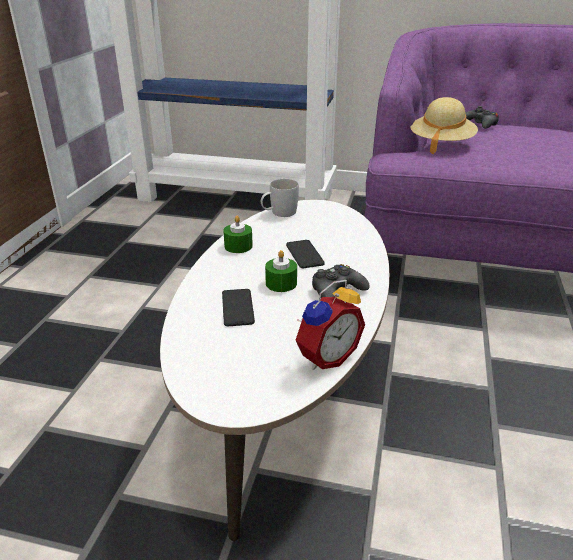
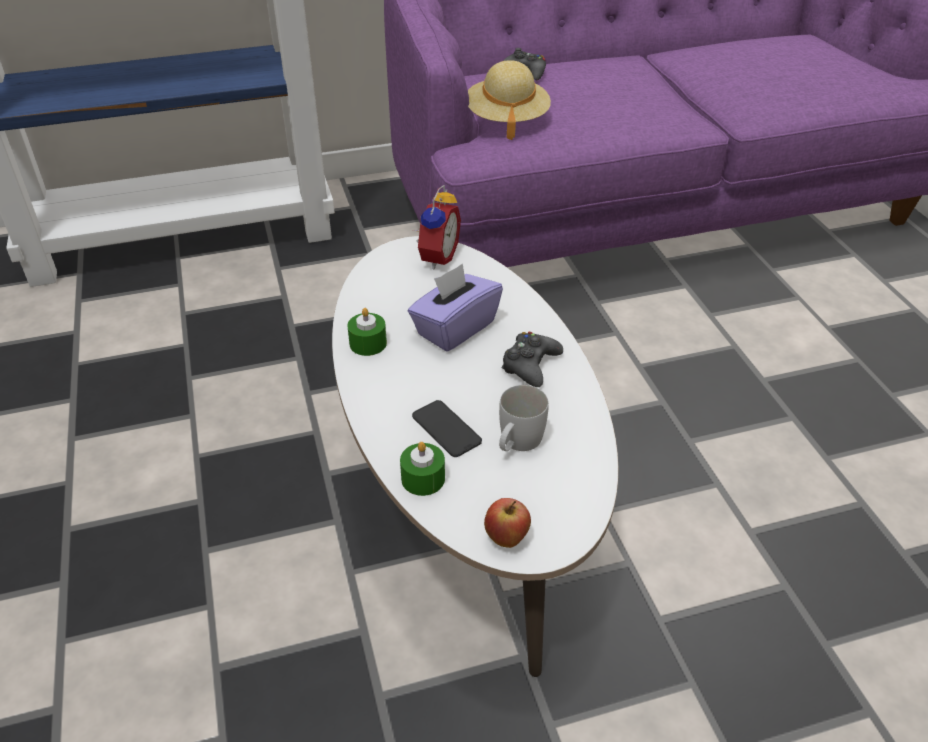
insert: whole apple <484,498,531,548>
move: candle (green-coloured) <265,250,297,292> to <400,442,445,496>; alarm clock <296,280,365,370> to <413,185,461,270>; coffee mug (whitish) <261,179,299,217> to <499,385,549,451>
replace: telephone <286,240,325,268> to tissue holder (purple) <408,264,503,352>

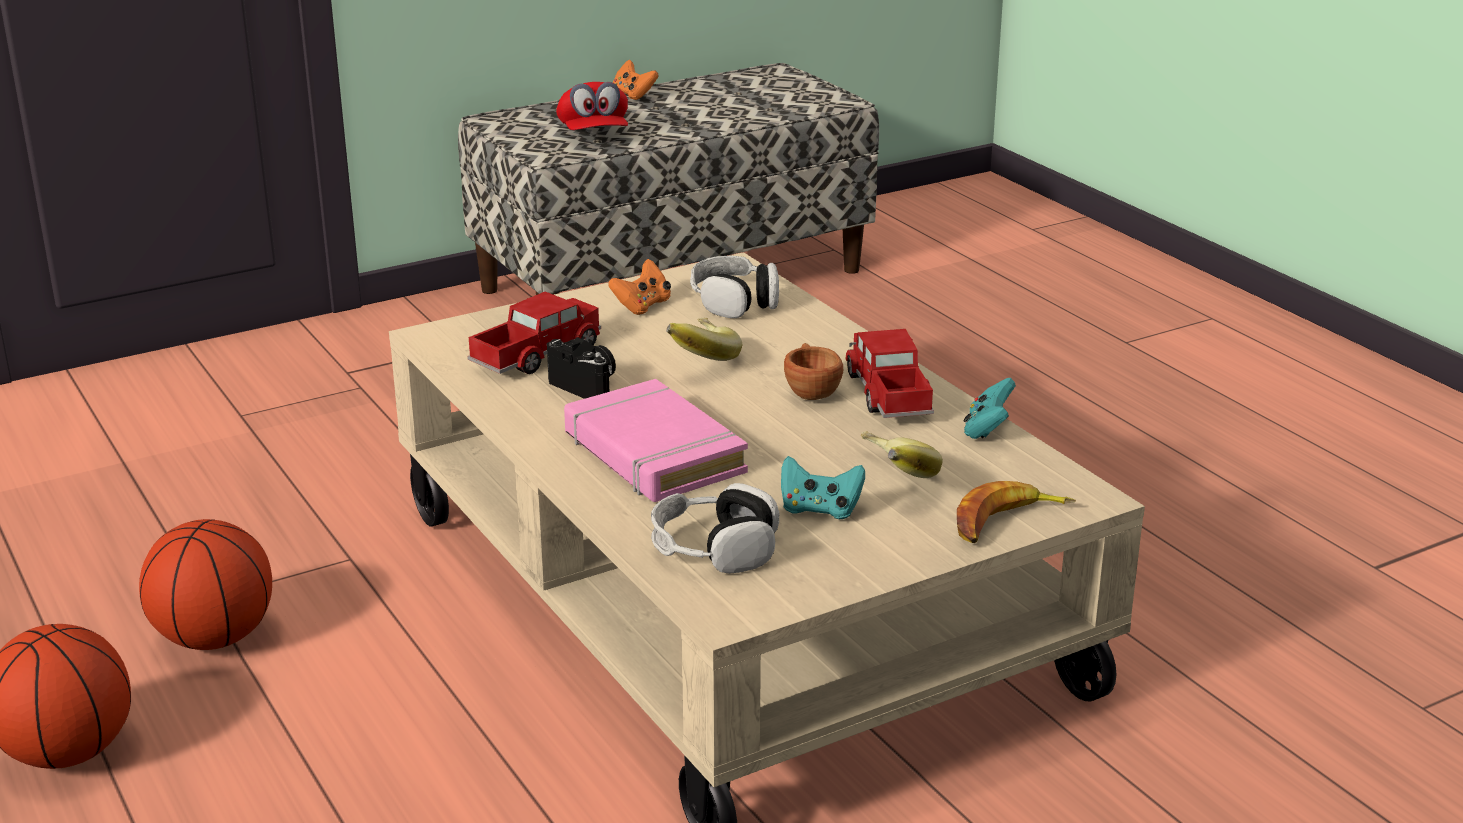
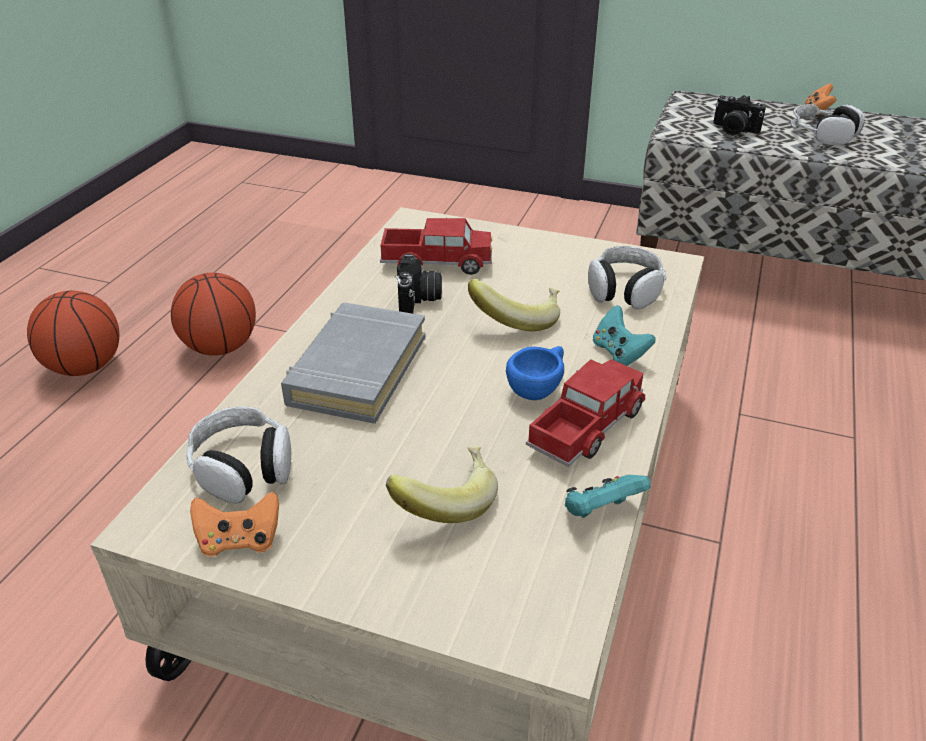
delete: banana <957,481,1076,543>
insert: headset <791,104,864,145>
move: joypad (orange-coloured) <608,259,671,315> to <190,491,279,557>; joypad (turquoise-coloured) <781,456,865,519> to <593,305,656,366>
replace: peaked cap (red-coloured) <556,82,628,130> to photo camera <713,95,766,135>
recolor: book (pink) <564,379,748,502> to book (gray) <281,303,425,424>; drinking cup (brown) <784,343,843,400> to drinking cup (bluish) <506,346,564,400>

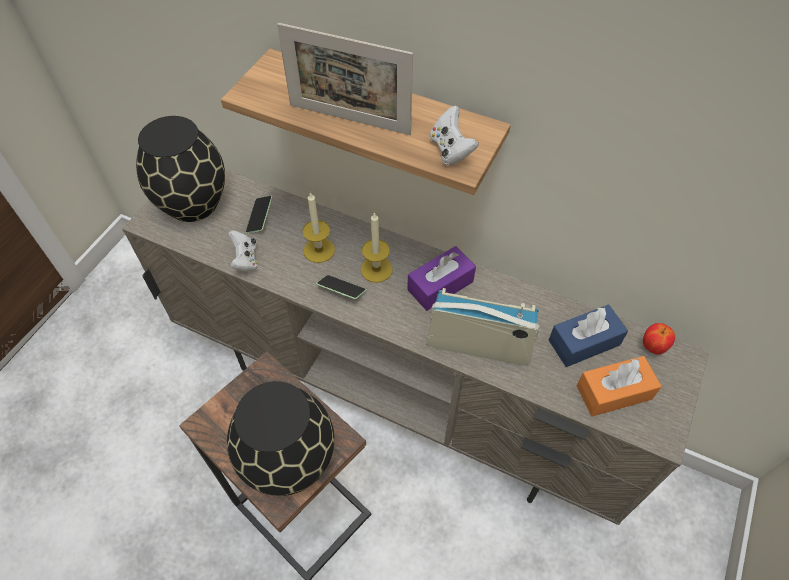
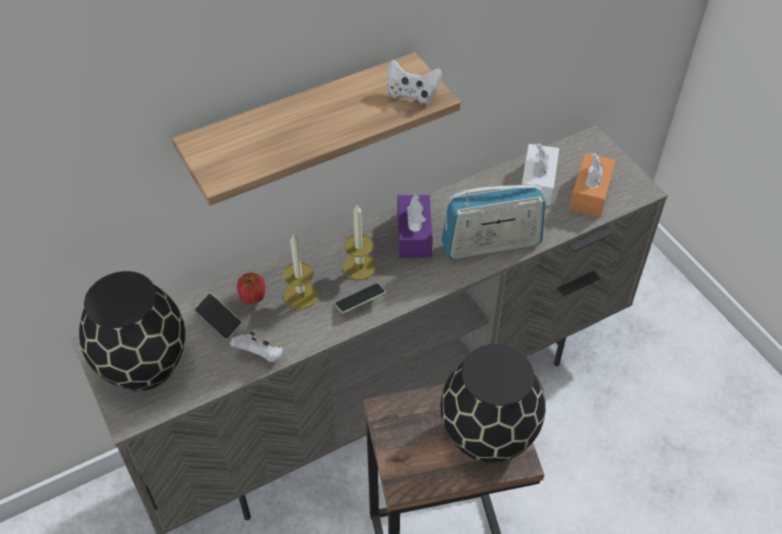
delete: photo frame <277,23,413,135>
move: whole apple <643,323,675,355> to <237,273,265,304>
recolor: tissue holder (bluish) <549,305,628,367> to tissue holder (whitish) <522,143,559,206>
rotate: radio receiver <426,288,540,365> = <441,184,545,260> 150 degrees counterclockwise

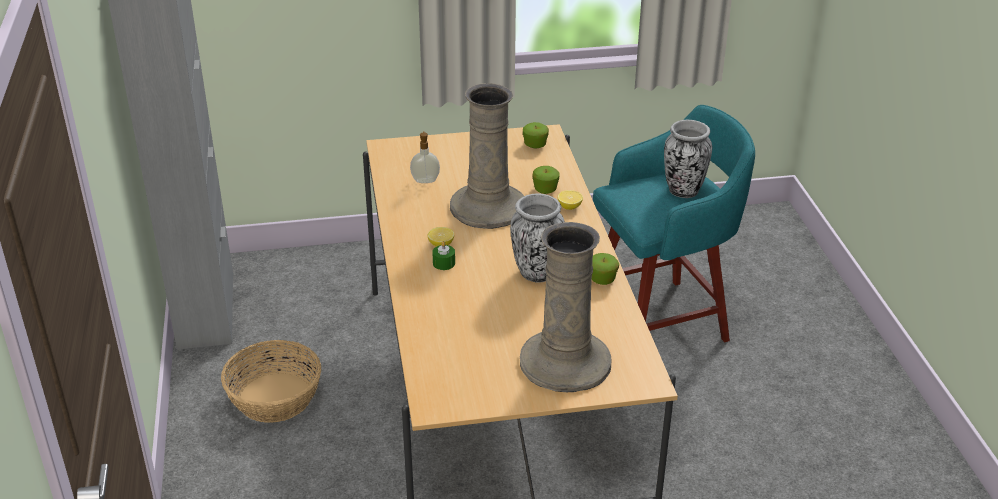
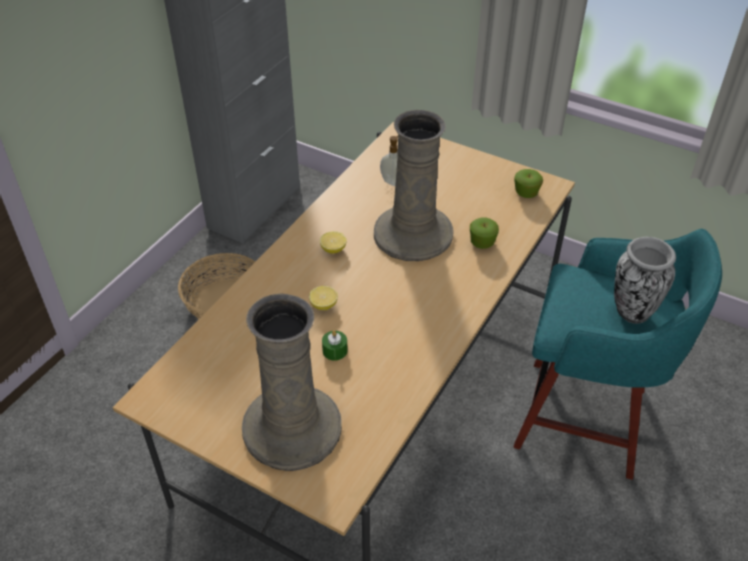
delete: flower vase <510,193,565,283>; whole apple <592,253,619,285>
move: whole lemon <558,190,583,210> to <309,286,338,310>; candle (green-coloured) <432,241,455,270> to <322,331,348,361>

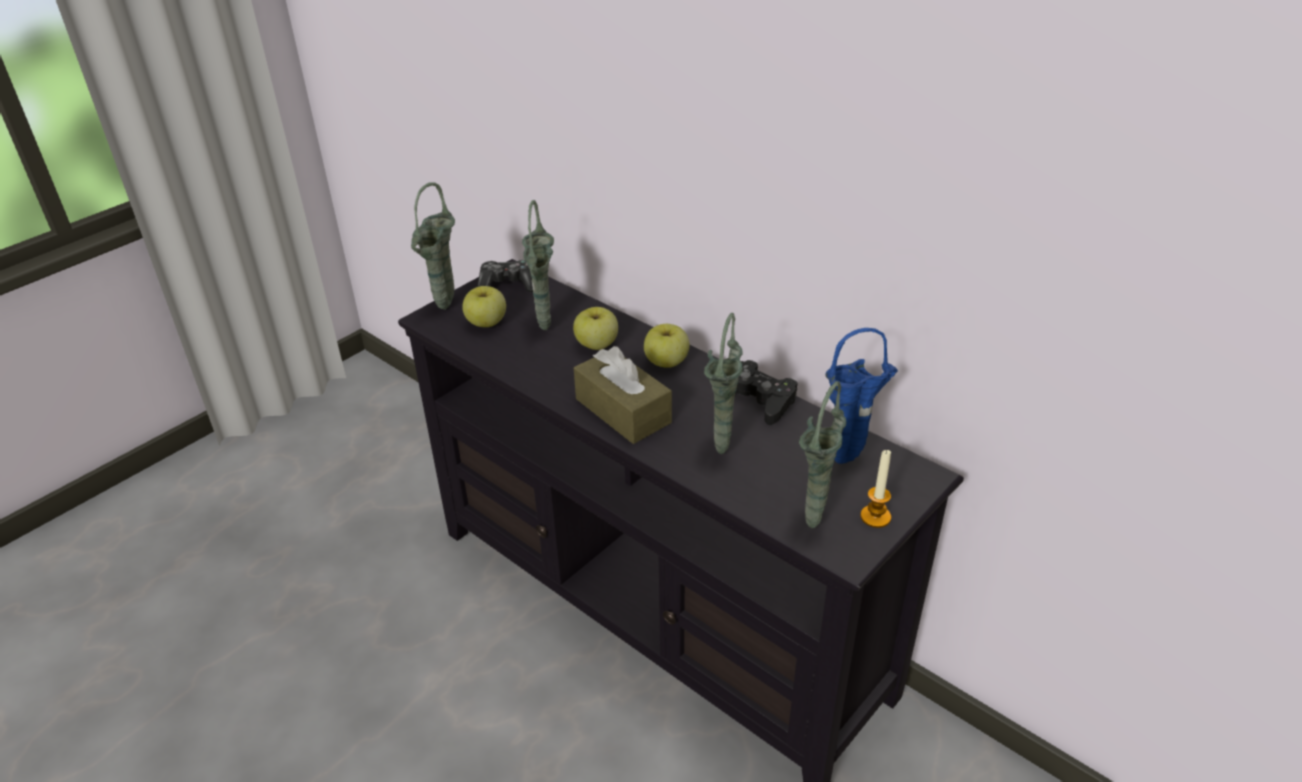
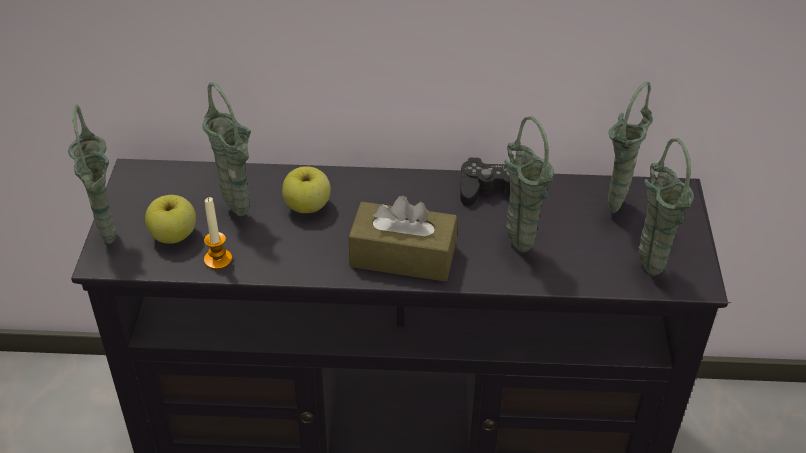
delete: joypad <477,260,533,292>; whole apple <644,324,689,368>
move: candle <860,450,891,528> to <204,197,232,270>
recolor: flower vase (bluish) <825,328,898,464> to flower vase (green-coloured) <608,81,653,213>

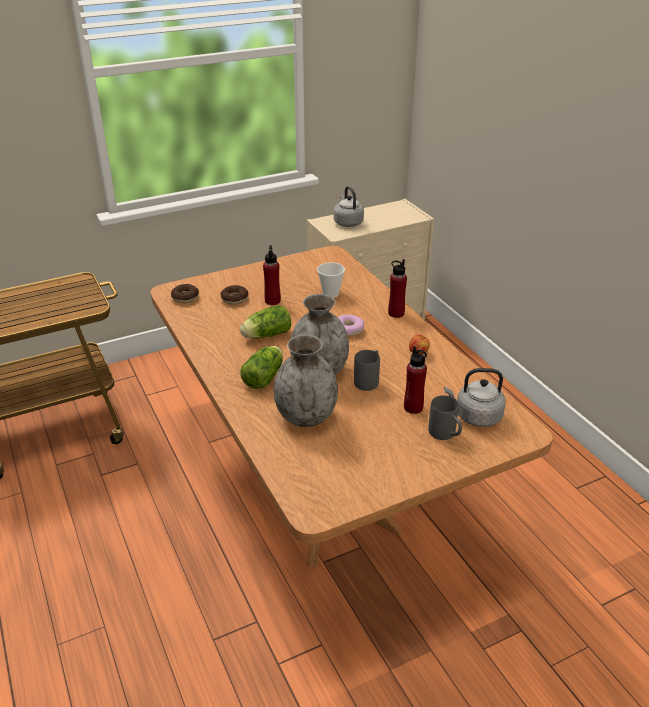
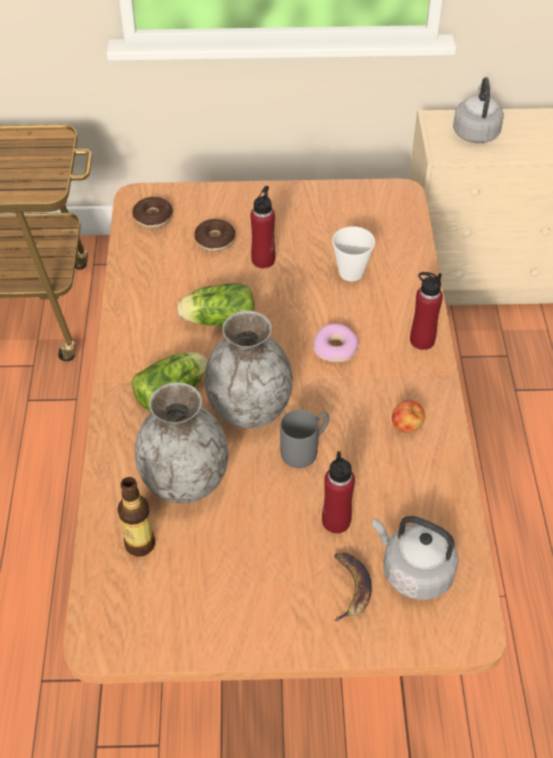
insert: beverage bottle <117,477,155,557>
replace: coffee mug (gray) <428,395,462,440> to banana <334,553,372,621>

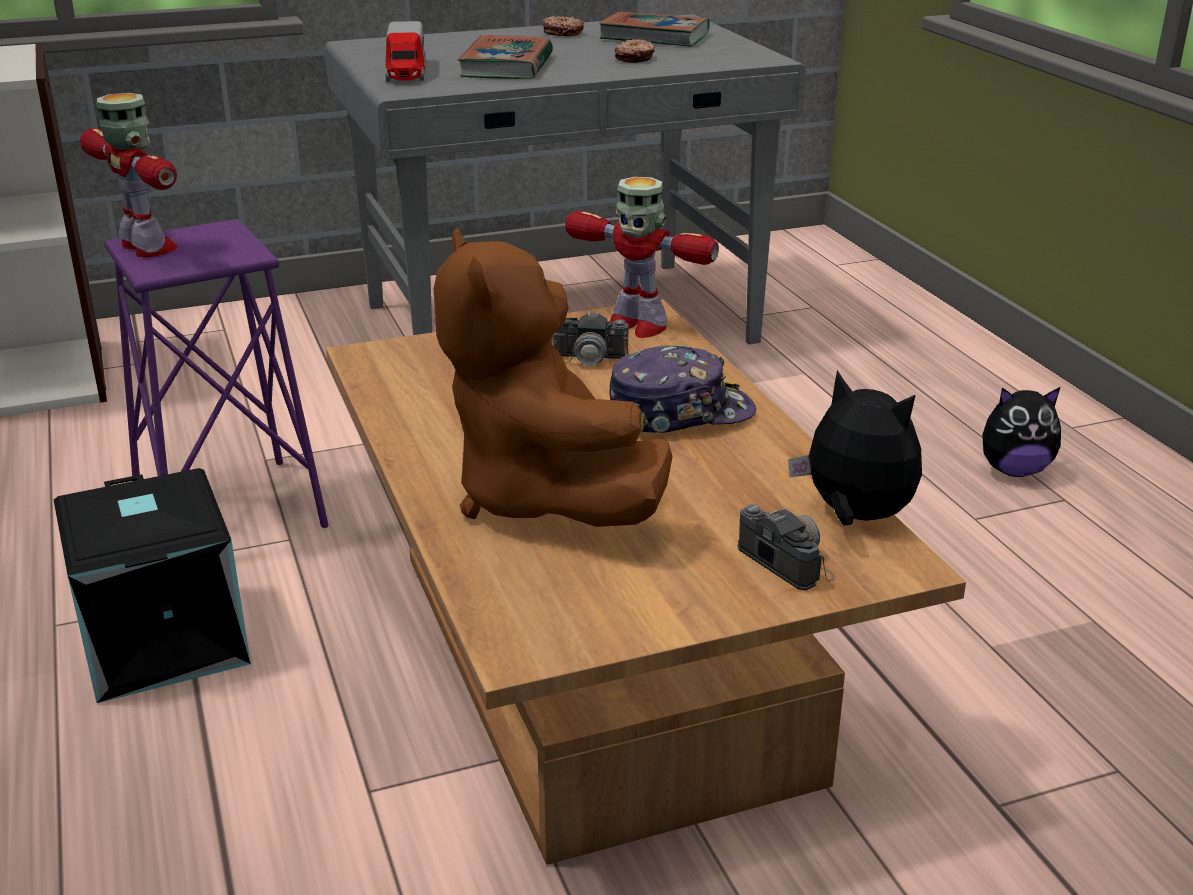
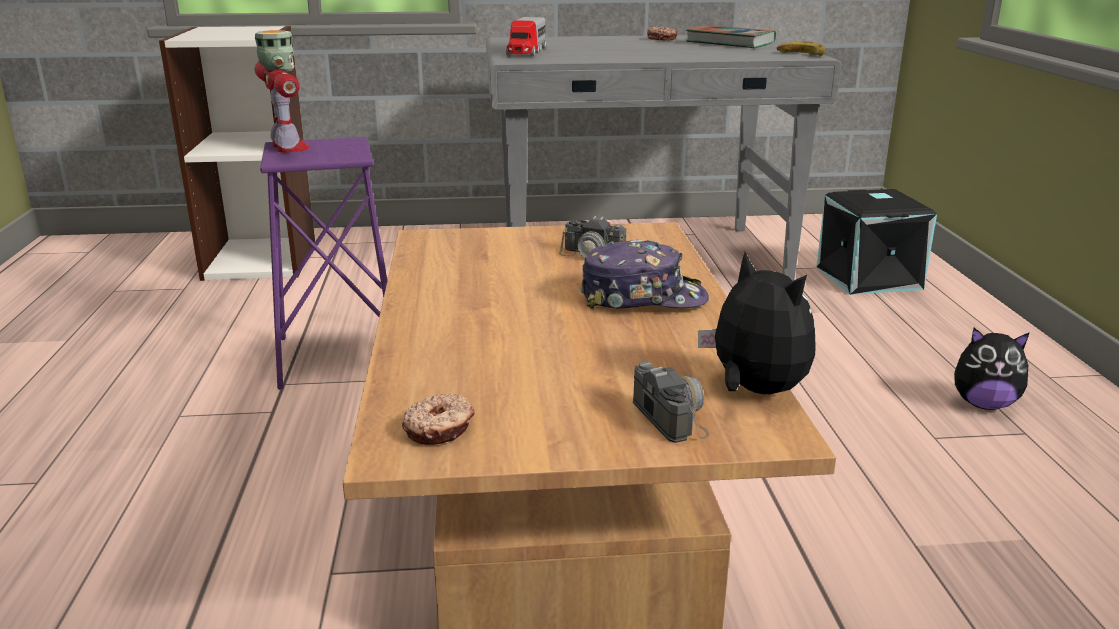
delete: plush toy (brown) <434,228,673,527>; book <458,35,553,79>; model robot <565,176,719,338>
insert: banana <777,41,826,56>
move: donut <614,39,655,63> to <402,394,475,445>; storage box (blackish) <54,468,251,703> to <816,189,937,295>

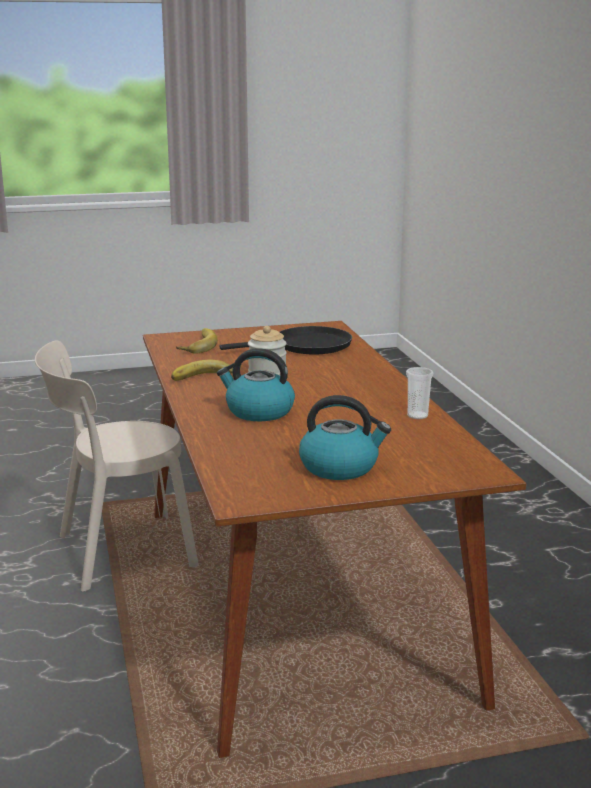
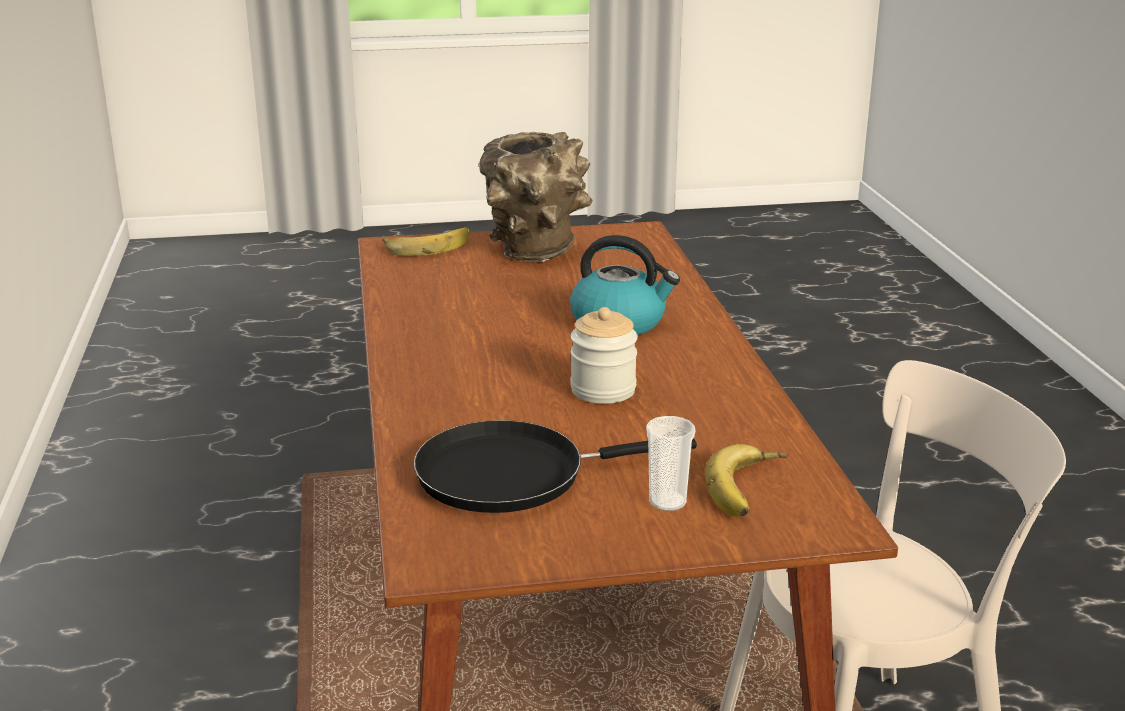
move: banana <171,359,233,381> to <382,227,469,256>; drinking cup <406,367,433,419> to <646,416,696,511>
replace: water kettle <299,395,391,480> to flower vase (brown) <479,132,593,262>

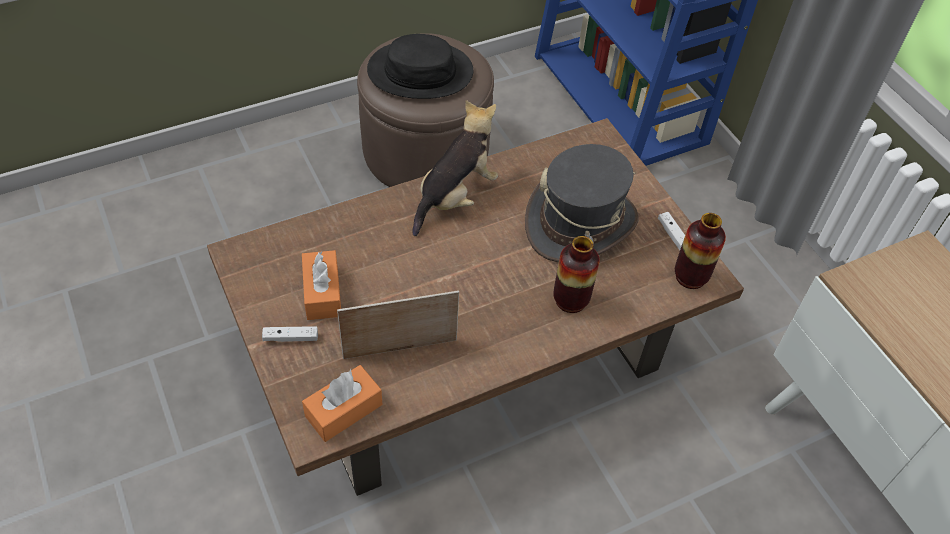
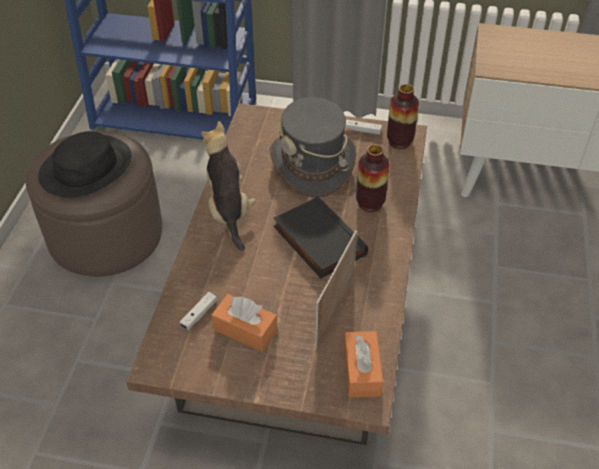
insert: book (blackish) <274,196,368,278>
move: joypad (whitish) <262,326,318,342> to <179,292,217,330>

